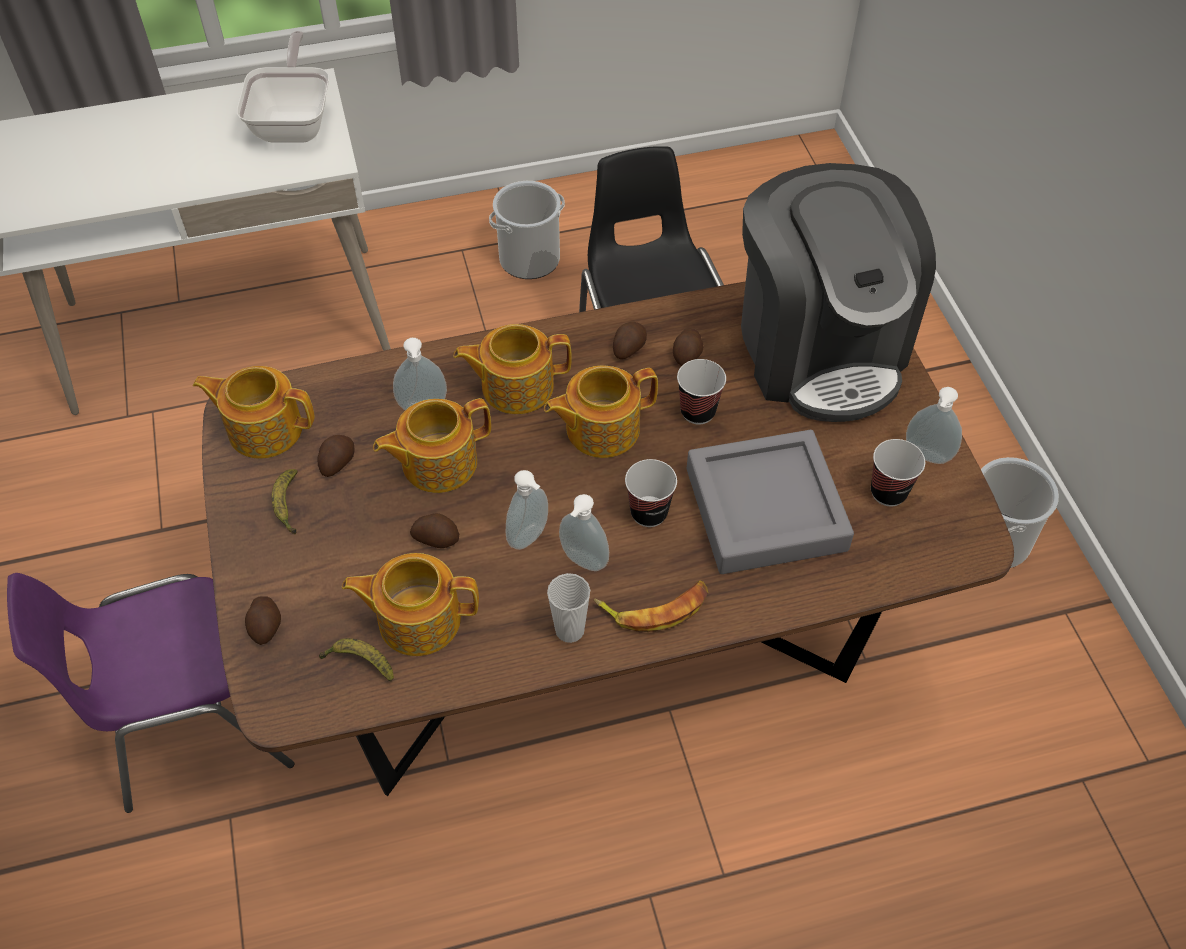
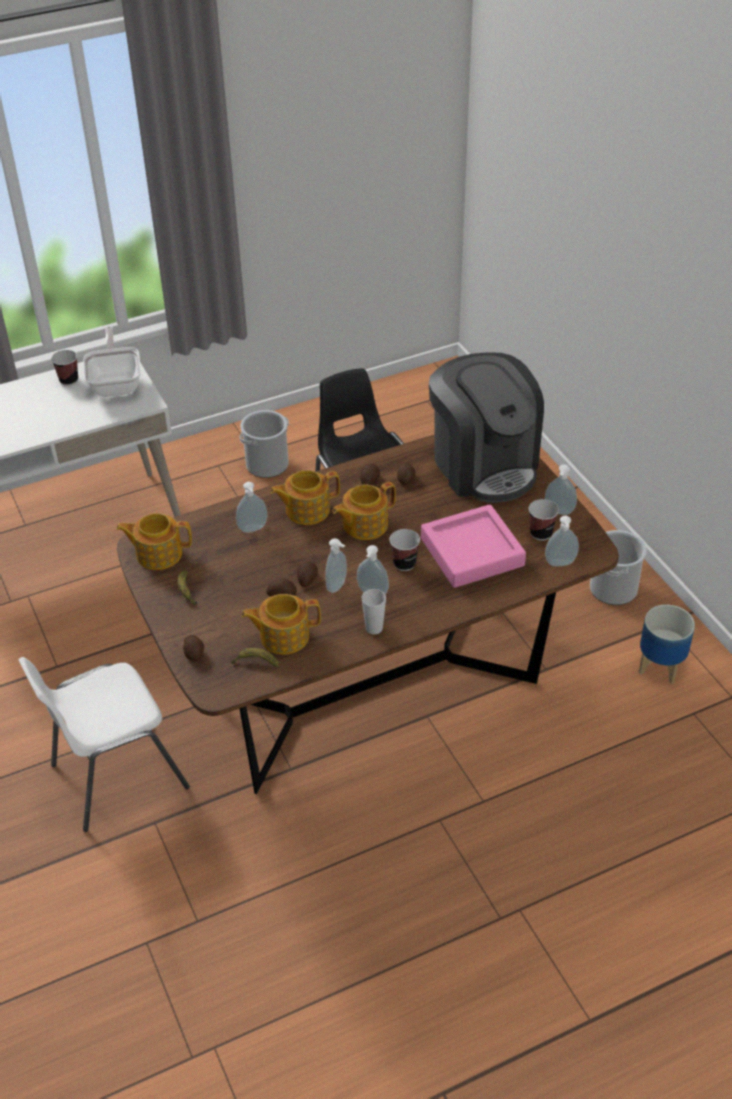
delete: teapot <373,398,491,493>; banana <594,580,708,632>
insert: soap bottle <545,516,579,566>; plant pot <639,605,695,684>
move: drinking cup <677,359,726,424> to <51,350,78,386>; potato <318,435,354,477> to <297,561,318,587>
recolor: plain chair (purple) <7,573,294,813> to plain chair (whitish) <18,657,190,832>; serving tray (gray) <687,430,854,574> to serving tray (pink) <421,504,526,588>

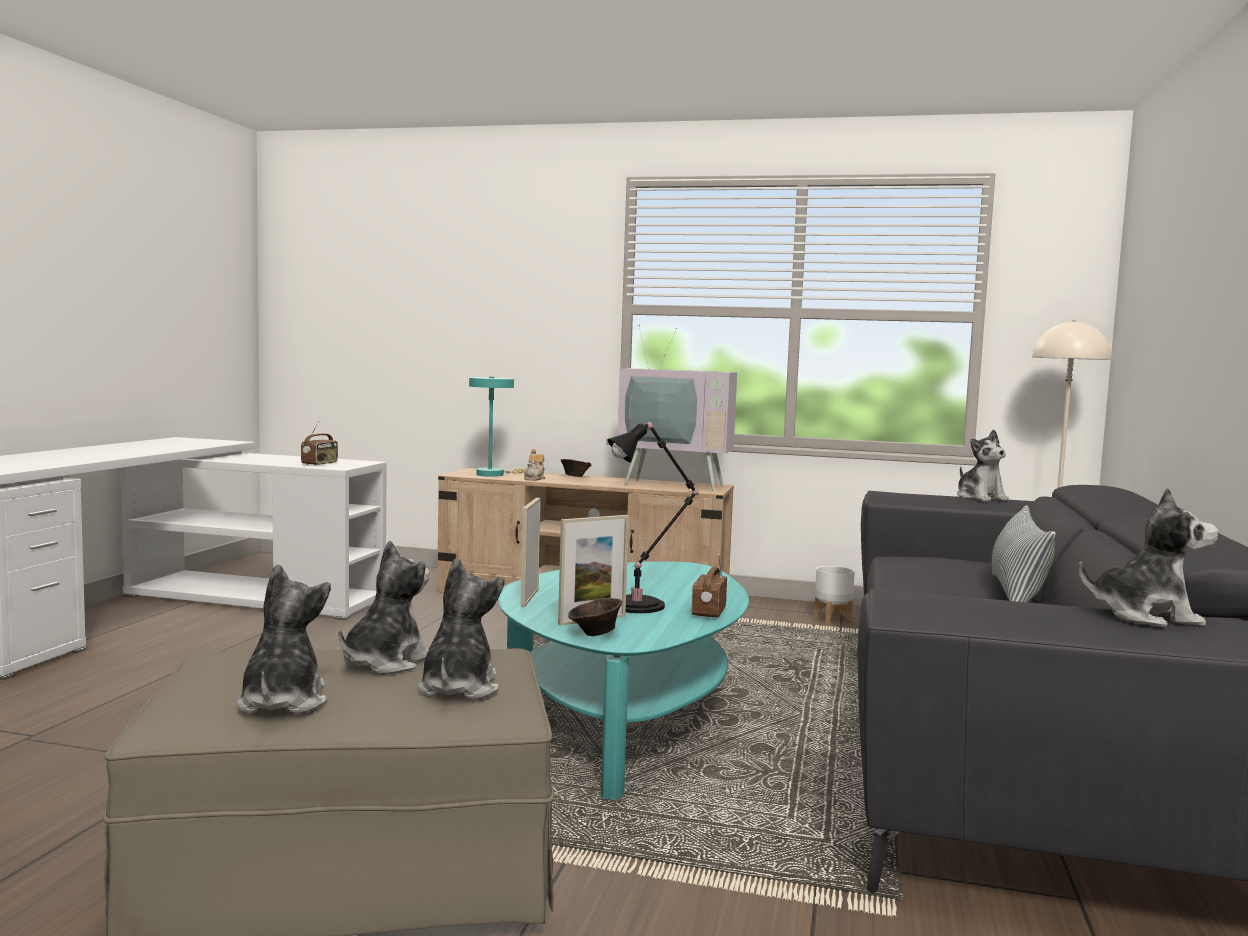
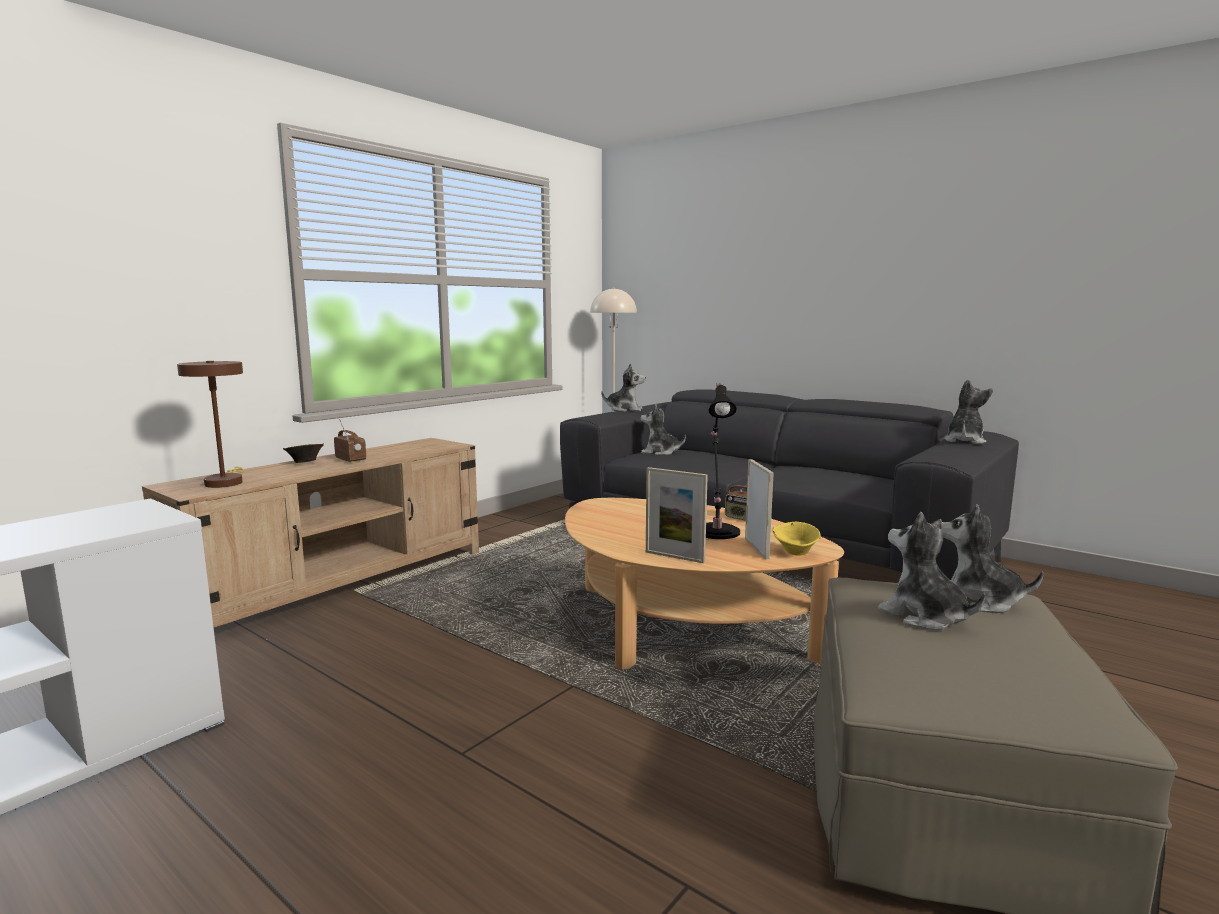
delete: teapot <524,449,545,481>; TV <618,324,737,492>; plant pot (whitish) <814,566,855,624>; pillow <992,505,1056,602>
move: radio receiver <301,421,338,466> to <334,419,366,463>; plush toy <236,564,331,714> to <641,404,686,455>
recolor: tabletop lamp (turquoise-coloured) <469,376,527,477> to tabletop lamp (brown) <177,361,244,488>; low table (turquoise-coloured) <498,561,749,800> to low table (beige) <565,498,844,669>; deep dish (brown) <568,598,622,636> to deep dish (yellow-coloured) <773,521,821,556>

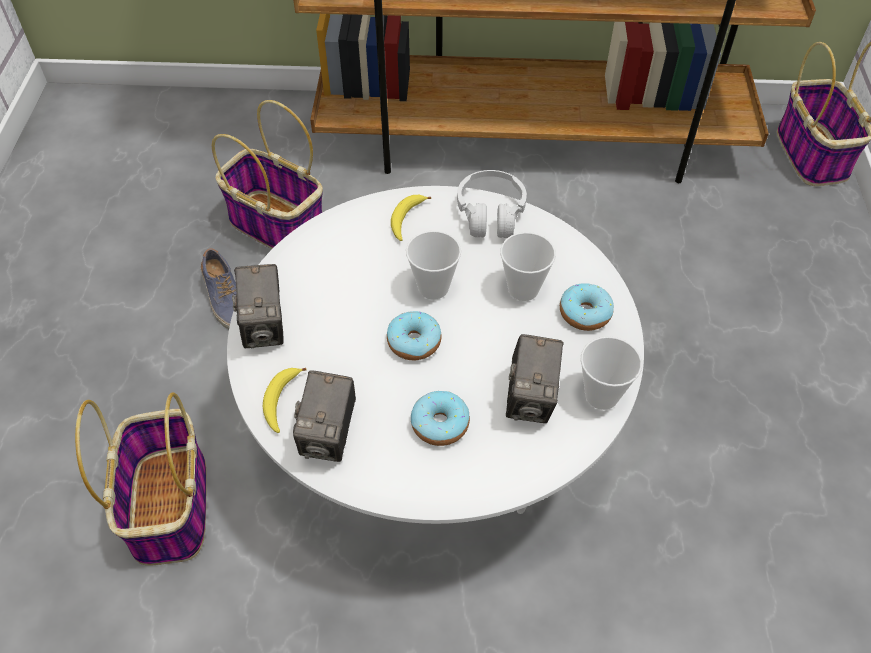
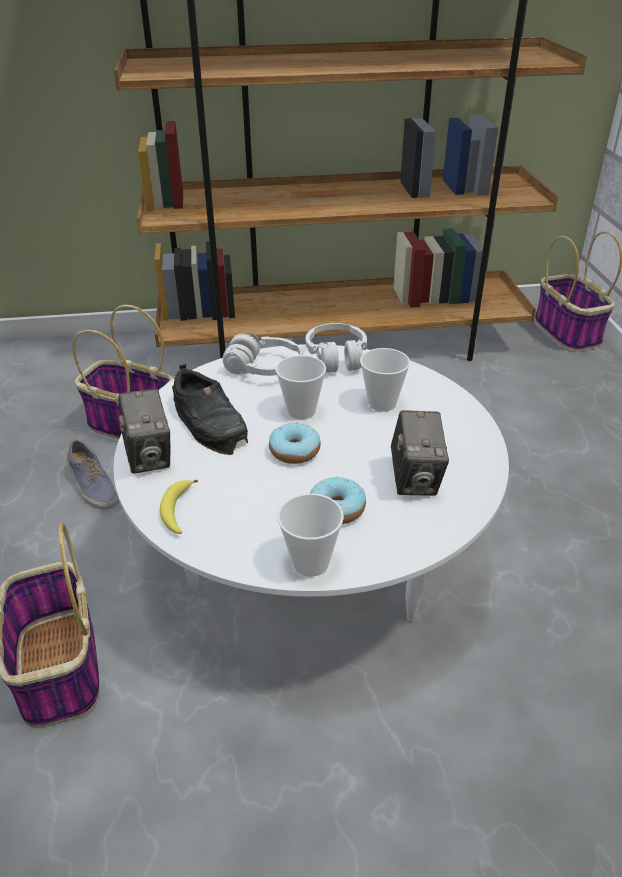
delete: photo camera <293,370,356,462>; donut <560,283,614,331>
insert: shoe (blackish) <172,364,248,455>
move: drinking cup <581,336,642,410> to <277,493,344,577>
replace: banana <391,195,431,241> to headset (whitish) <222,332,302,376>

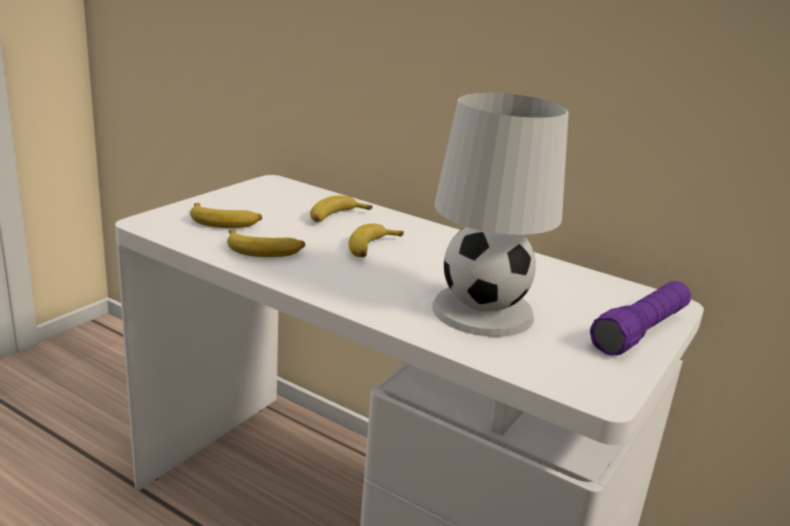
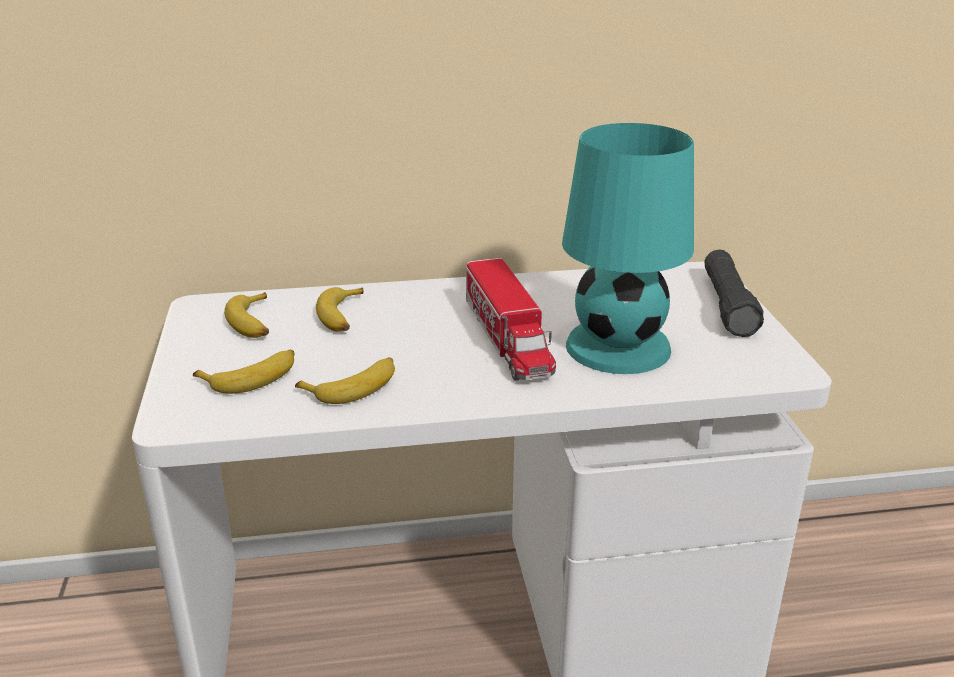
insert: model truck <466,258,556,381>
move: banana <348,224,404,257> to <224,292,269,338>
recolor: tabletop lamp (whitish) <432,93,569,337> to tabletop lamp (turquoise-coloured) <562,123,694,374>; hand torch (purple) <590,281,691,356> to hand torch (blackish) <704,250,764,337>

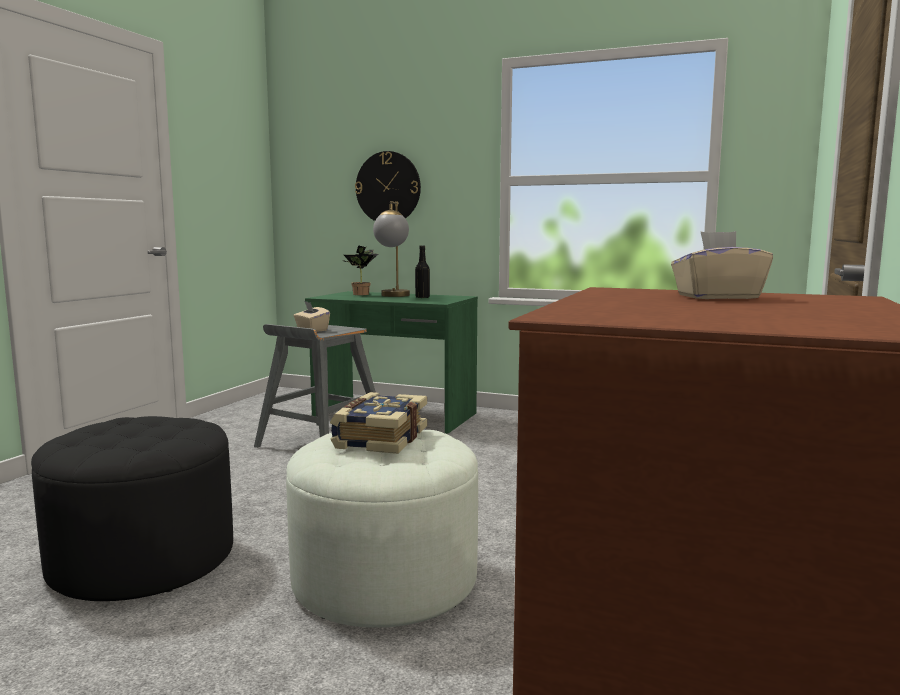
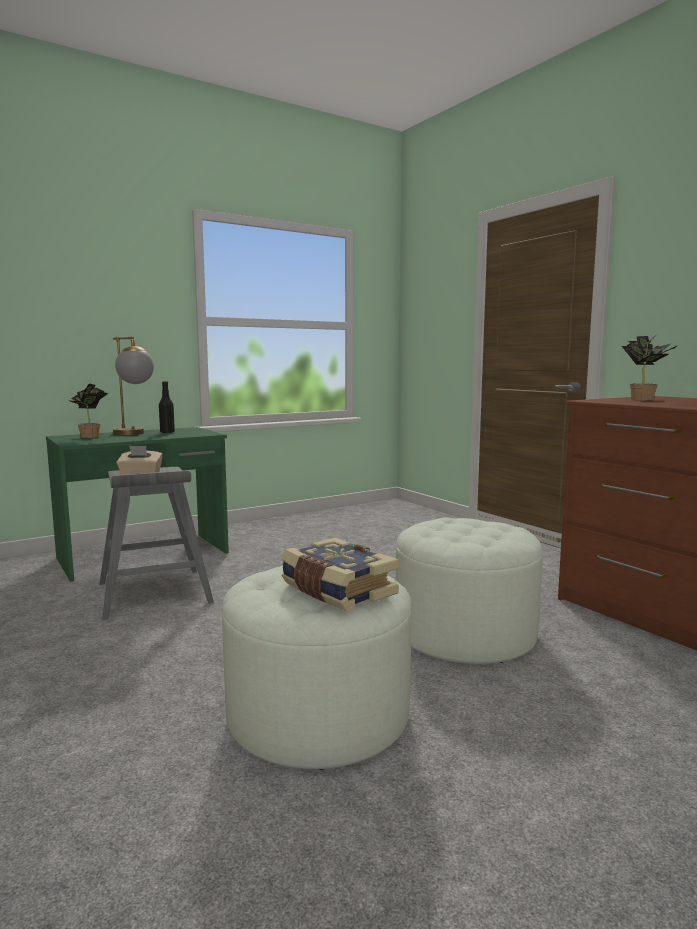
delete: clock on the wall <355,151,421,221>
move: book <330,392,427,454> to <281,537,399,611>
replace: tissue holder (beige) <671,231,773,299> to houseplant <622,335,677,401>
recolor: ottoman (blackish) <31,416,233,601> to ottoman (whitish) <222,566,411,770>

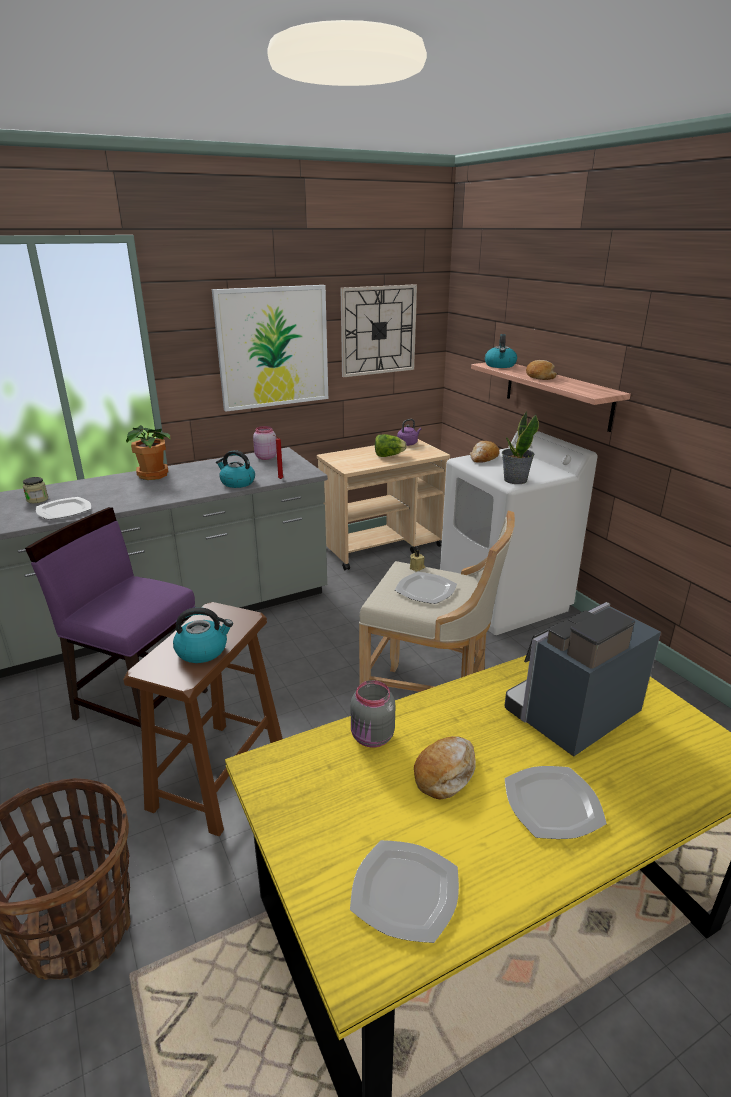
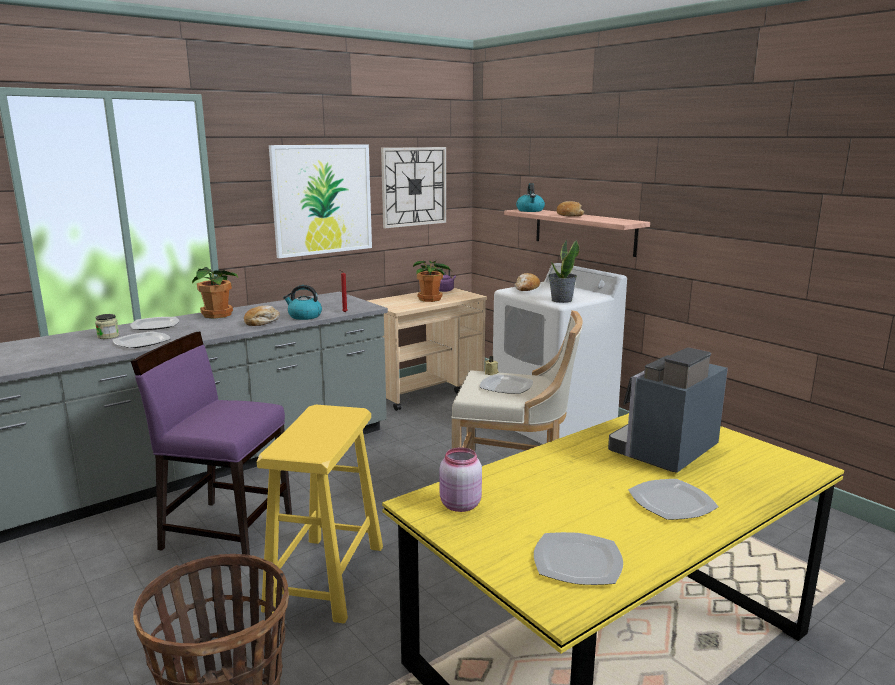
delete: water kettle <173,607,233,663>; jar (gray) <350,680,395,748>
insert: flat dish <130,317,179,330>
move: baked bread <414,736,476,799> to <244,305,280,326>; jar (pink) <253,426,277,460> to <440,448,482,512>
replace: lettuce head <375,434,407,457> to houseplant <413,260,451,302>
recolor: stool (brown) <123,602,283,836> to stool (yellow-coloured) <257,405,383,624>

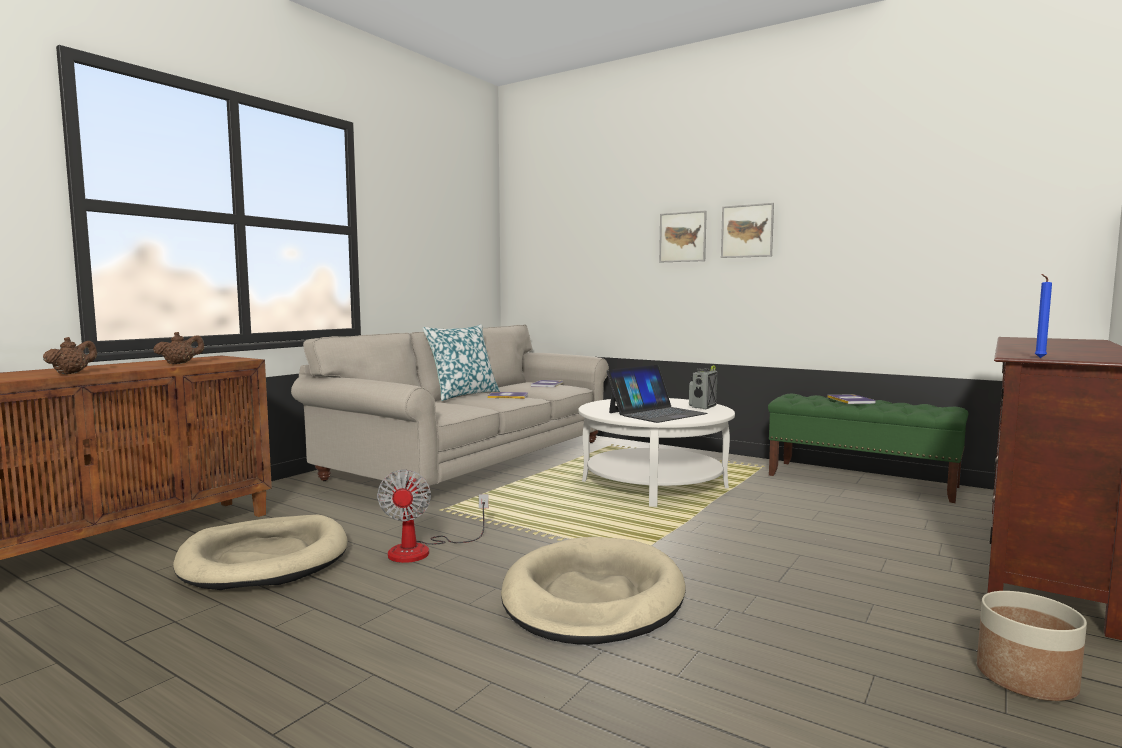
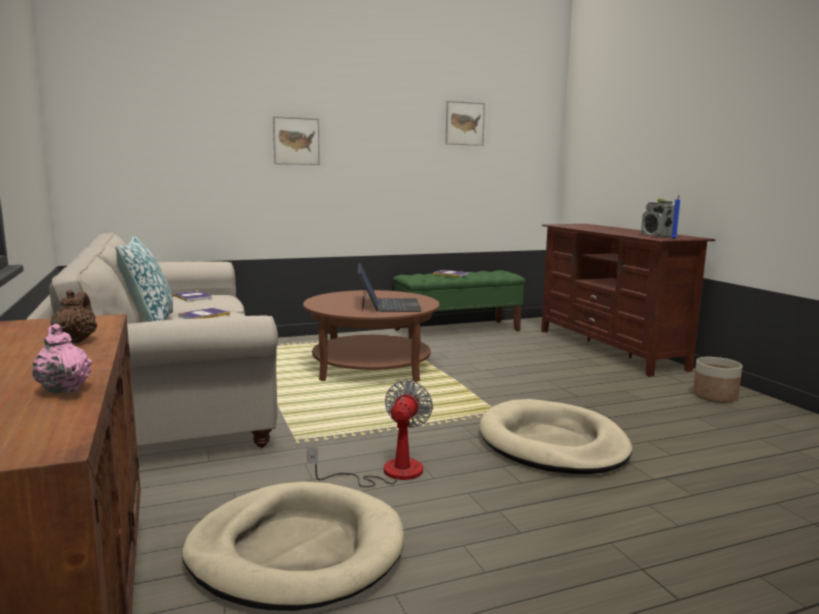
move: wall picture <721,203,774,258> to <445,101,485,146>; radio receiver <689,365,717,409> to <641,198,675,237>
recolor: teapot (brown) <43,337,97,374> to teapot (pink) <32,324,92,393>; low table (whitish) <578,398,735,507> to low table (brown) <303,290,440,382>
rotate: cooling fan <377,470,489,563> = <307,380,433,487> 105 degrees counterclockwise

